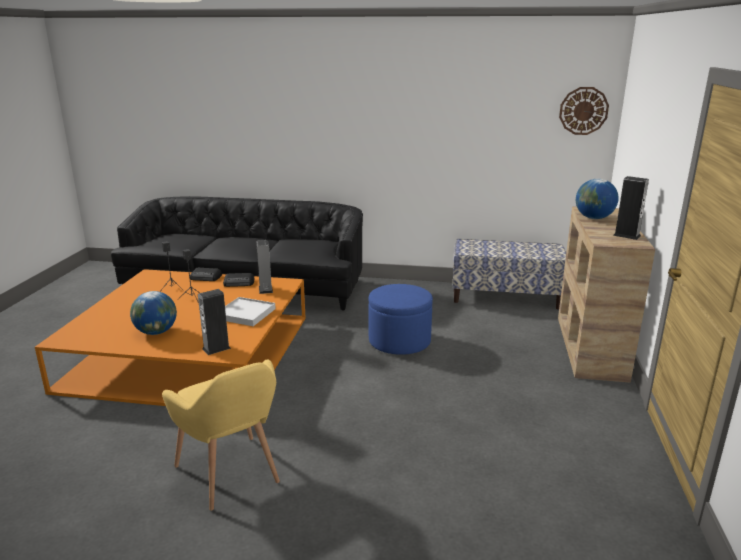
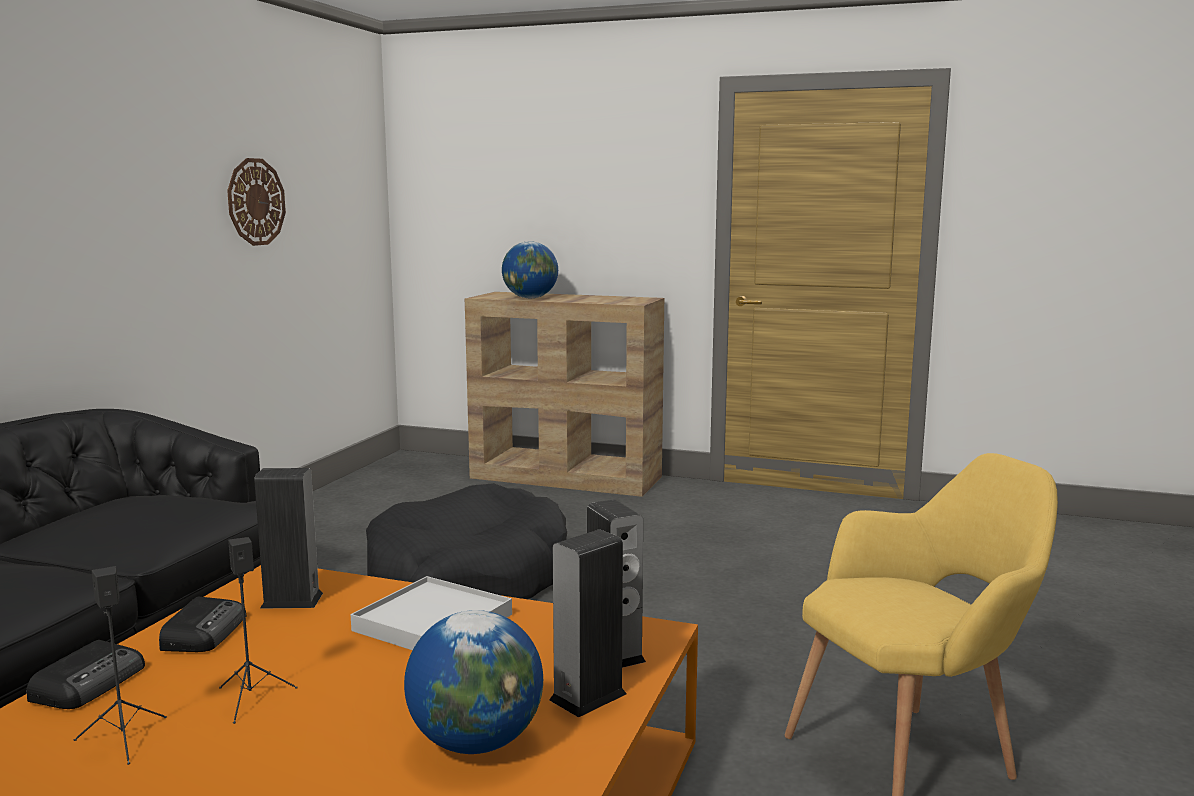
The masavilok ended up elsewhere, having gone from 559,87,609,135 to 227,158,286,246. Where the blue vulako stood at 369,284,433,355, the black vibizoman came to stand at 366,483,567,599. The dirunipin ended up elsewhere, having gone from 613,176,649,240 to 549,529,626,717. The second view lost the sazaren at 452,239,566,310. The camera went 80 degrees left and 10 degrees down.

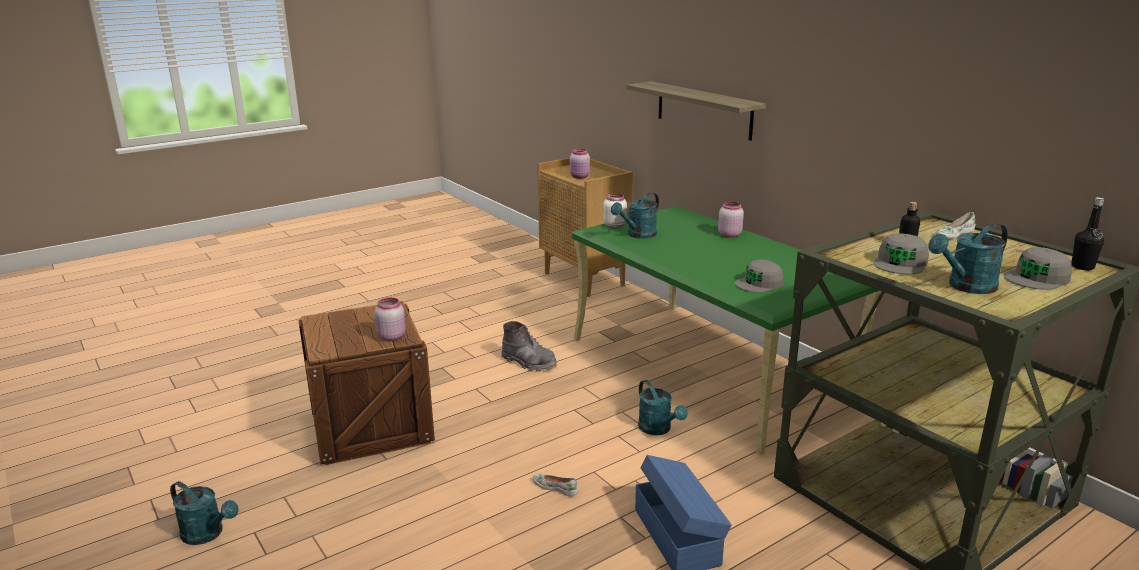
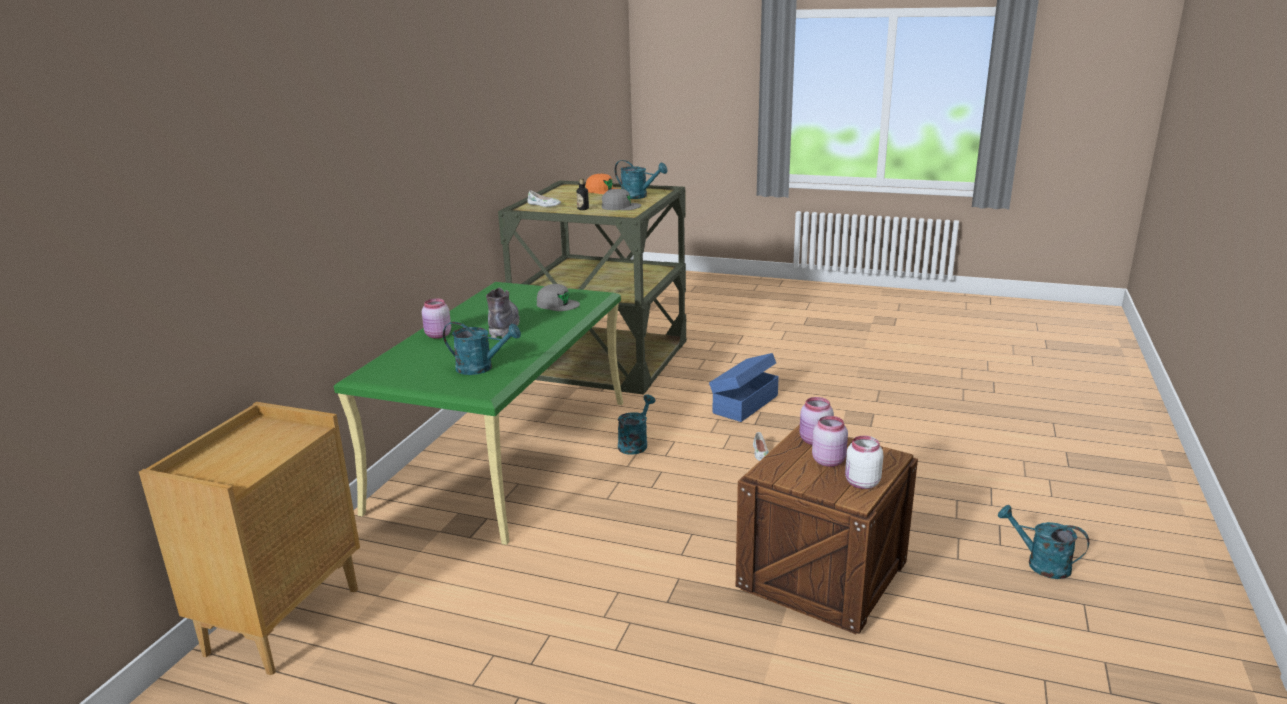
The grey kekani ended up elsewhere, having gone from 501,321,557,372 to 486,288,520,338. What was the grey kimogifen at 1004,247,1072,290 turned into the orange kimogifen at 585,174,619,194. The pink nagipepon ended up elsewhere, having gone from 570,149,590,179 to 812,416,848,467. The white nagipepon ended up elsewhere, having gone from 603,193,627,228 to 845,436,883,489. The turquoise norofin at 170,481,238,545 ended up facing another way, 45 degrees counterclockwise from before. The second view lost the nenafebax at 627,81,766,141. The second view lost the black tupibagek at 1071,197,1104,270. The camera went 125 degrees left and 0 degrees up.

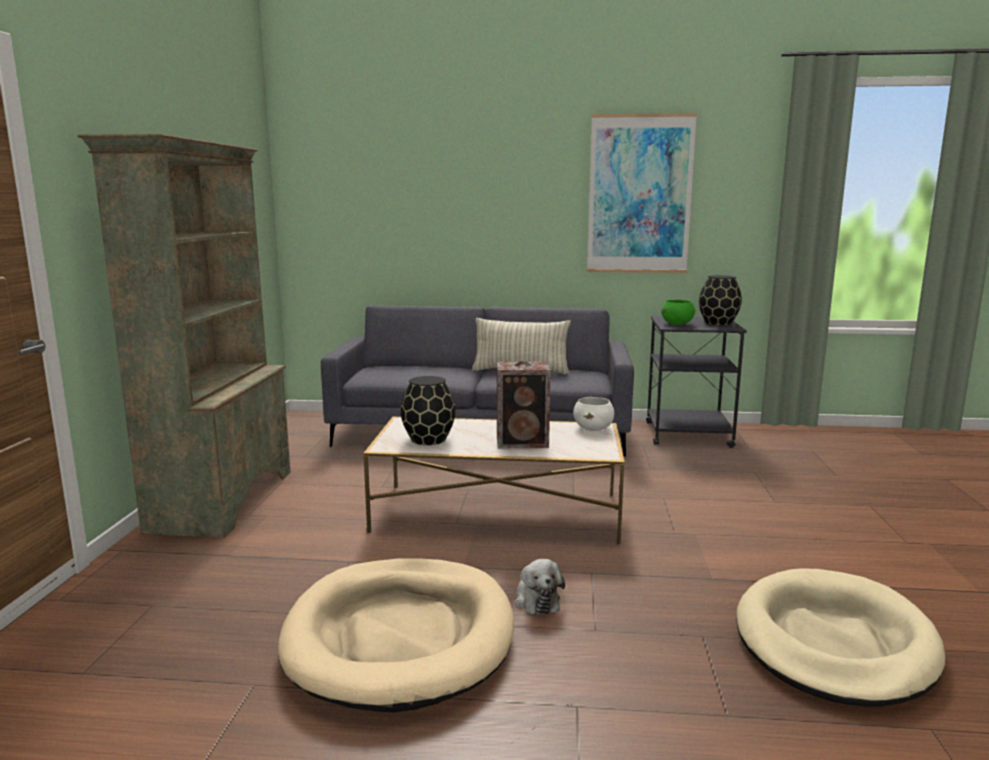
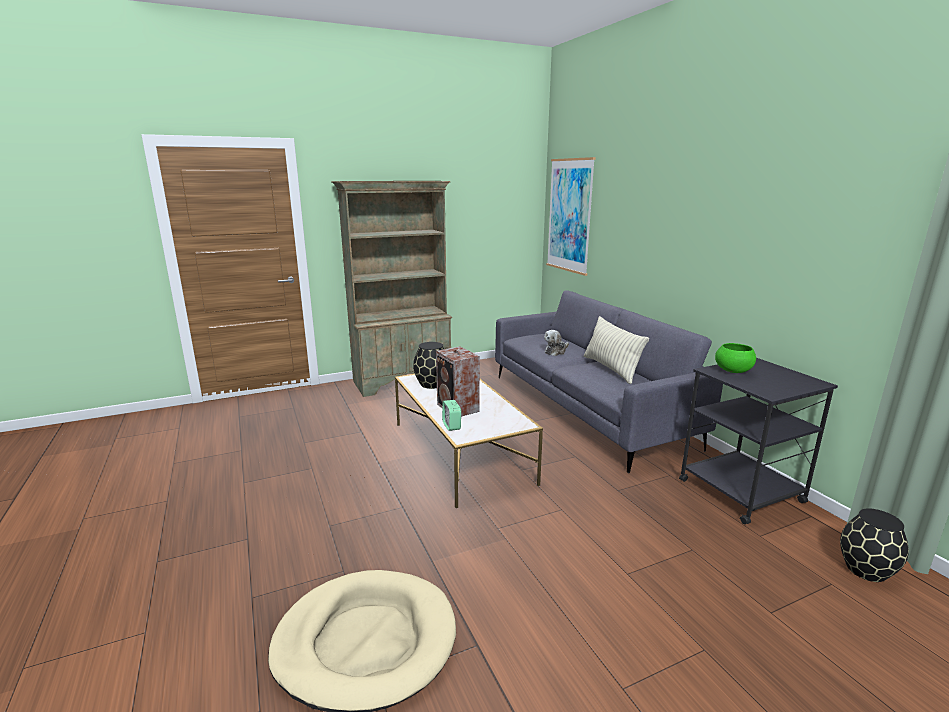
The second view gained the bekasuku at 442,400,461,431. The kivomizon ended up elsewhere, having gone from 515,559,565,615 to 544,330,569,356. The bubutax ended up elsewhere, having gone from 587,113,697,273 to 546,157,596,276. The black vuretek ended up elsewhere, having gone from 699,275,742,325 to 840,508,909,582. The second view lost the beige vibizoman at 278,558,514,712. The second view lost the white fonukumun at 573,397,614,431. The camera went 60 degrees right and 5 degrees up.

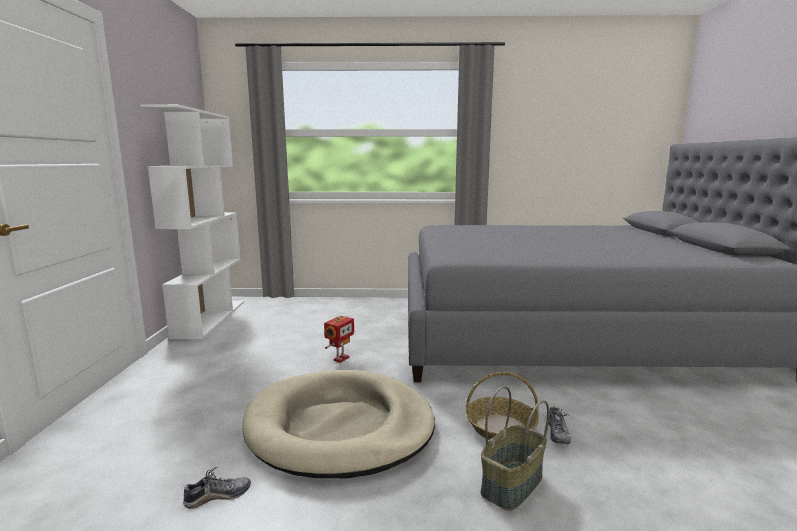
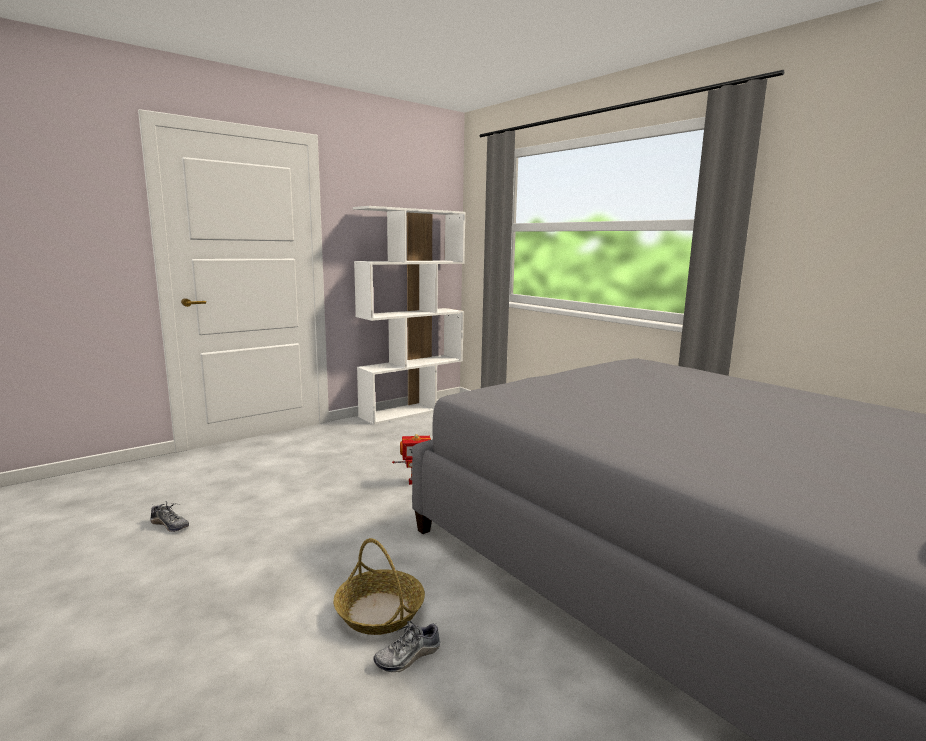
The second view lost the beige vibizoman at 242,370,435,478. The second view lost the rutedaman at 481,386,549,511. The camera went 50 degrees right and 0 degrees up.

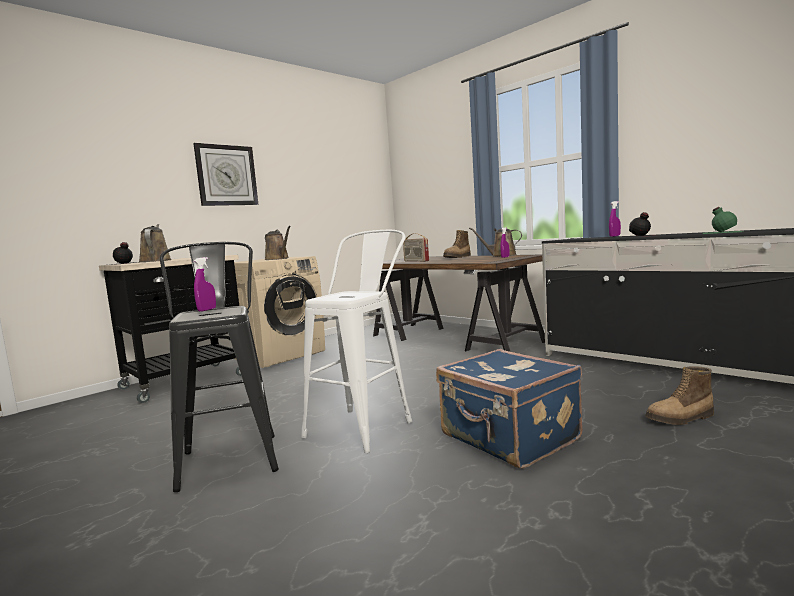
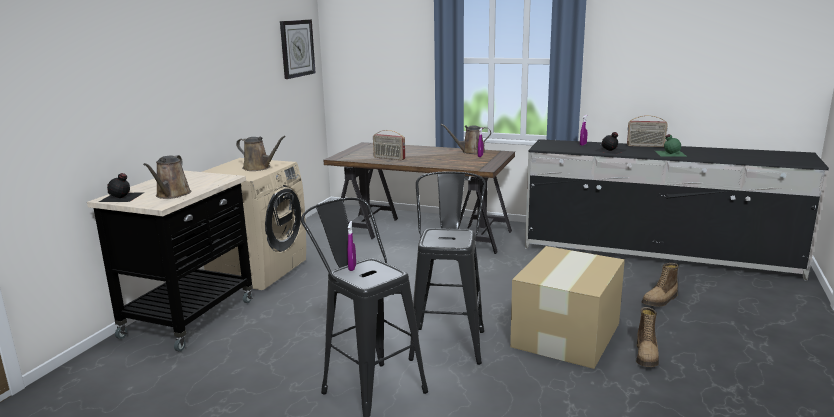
The brown norofin at 138,224,171,263 ended up facing another way, 135 degrees counterclockwise from before. The masavilok ended up elsewhere, having gone from 193,143,259,206 to 280,20,315,79. What was the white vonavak at 301,230,412,453 turned into the black vonavak at 408,171,486,365. Where the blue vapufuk stood at 436,349,582,469, the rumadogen came to stand at 510,246,625,369. The second view gained the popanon at 627,115,668,147. The kekani ended up elsewhere, having gone from 443,230,471,258 to 636,307,659,367. The camera went 25 degrees left and 10 degrees up.

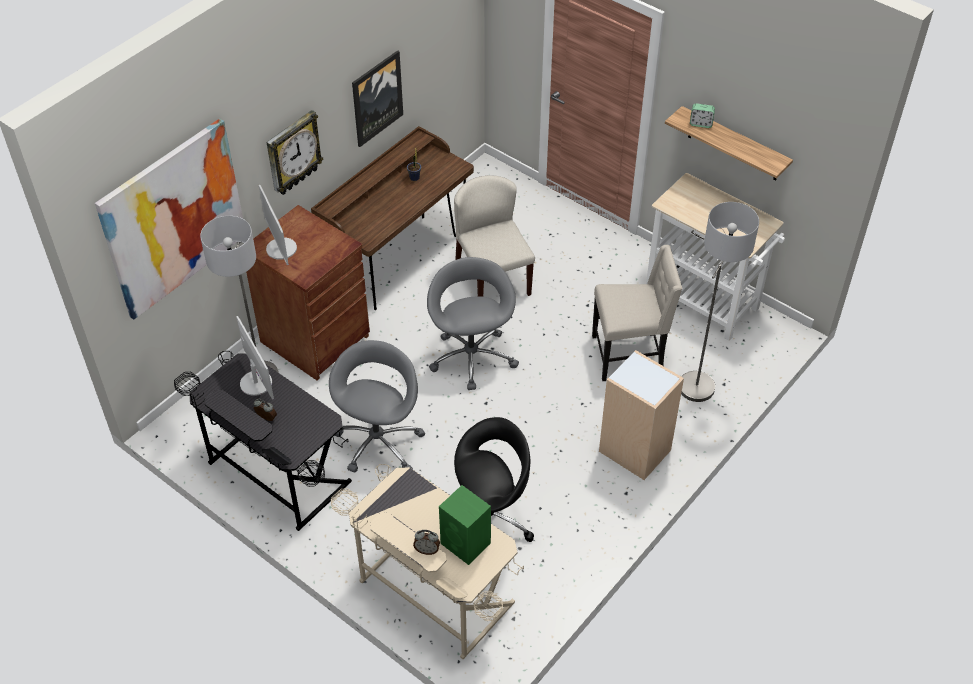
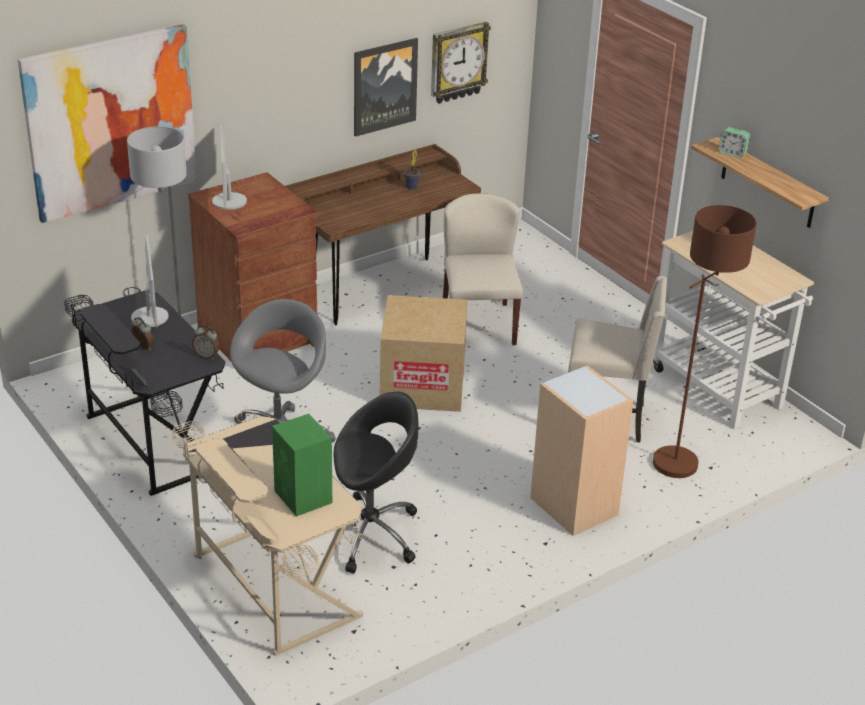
The bekasuku ended up elsewhere, having gone from 413,530,440,555 to 192,325,219,359. Where the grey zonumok stood at 427,257,519,390, the rumadogen came to stand at 380,295,468,412. The masavilok ended up elsewhere, having gone from 267,110,323,195 to 431,22,491,104. What was the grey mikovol at 681,202,759,402 turned into the brown mikovol at 653,205,756,478. The camera went 15 degrees right and 15 degrees down.

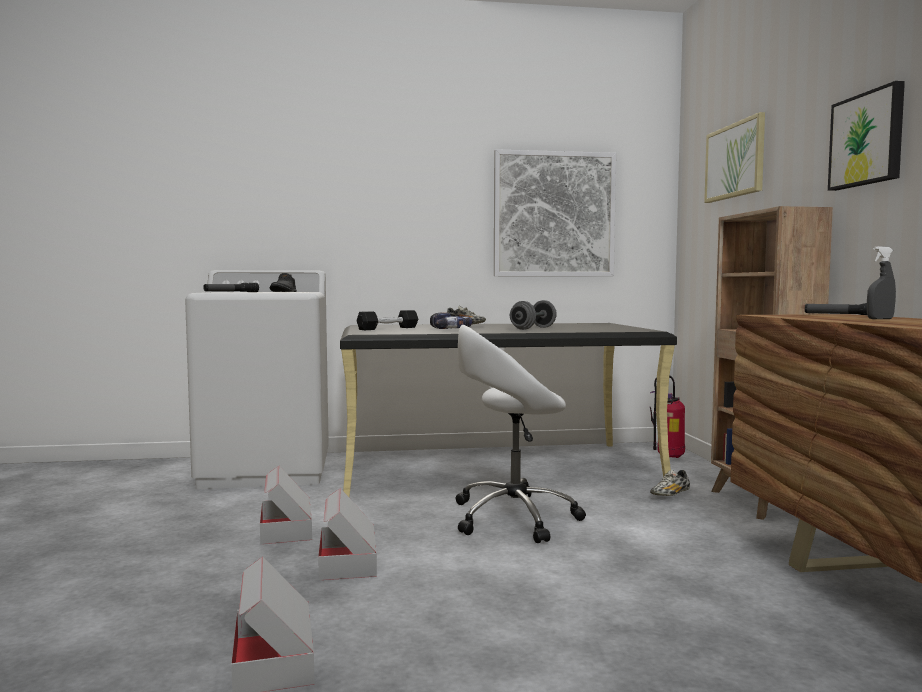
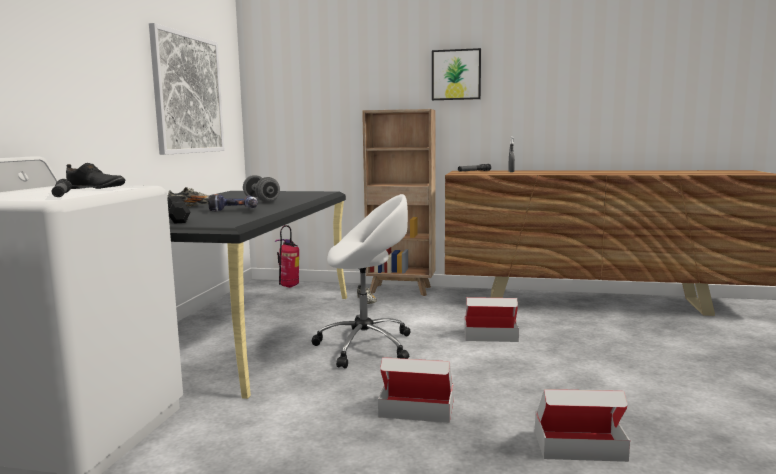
The white zonumok at 455,325,586,543 ended up facing another way, 105 degrees counterclockwise from before. The rumadogen ended up elsewhere, having gone from 260,466,312,544 to 464,297,519,342. The second view lost the bubutax at 704,112,765,203. The camera went 70 degrees left and 5 degrees up.

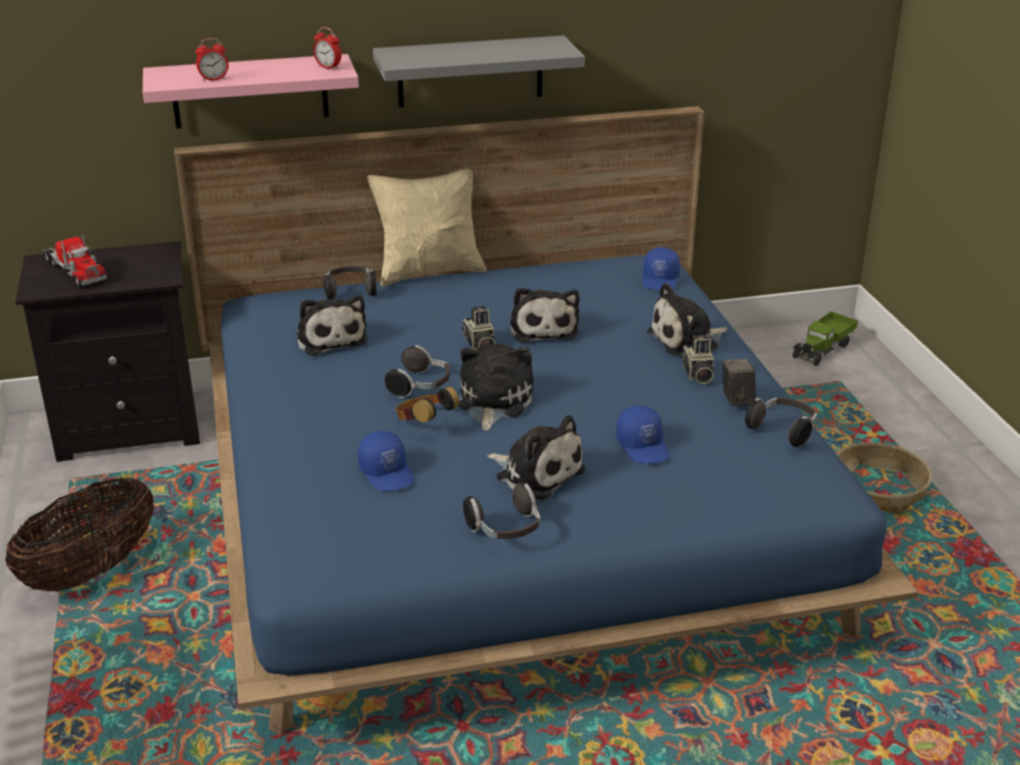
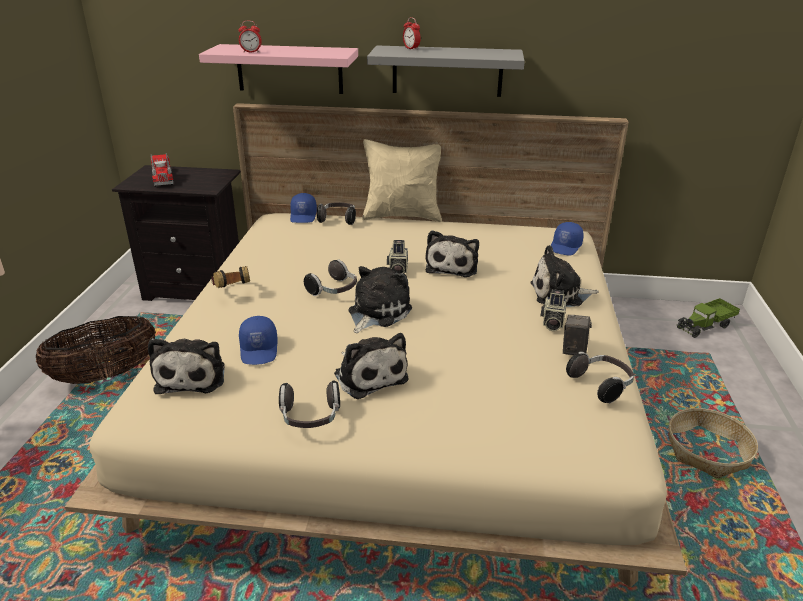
What was the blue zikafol at 174,106,918,735 turned into the beige zikafol at 65,103,687,587. The kivomizon ended up elsewhere, having gone from 296,295,368,356 to 148,338,225,394. The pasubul ended up elsewhere, having gone from 396,386,459,423 to 211,266,250,288. The blue kimogifen ended up elsewhere, having gone from 616,405,670,464 to 290,193,317,223. The bekasuku ended up elsewhere, having gone from 313,27,341,70 to 403,17,421,50. The camera went 20 degrees right and 0 degrees up.

